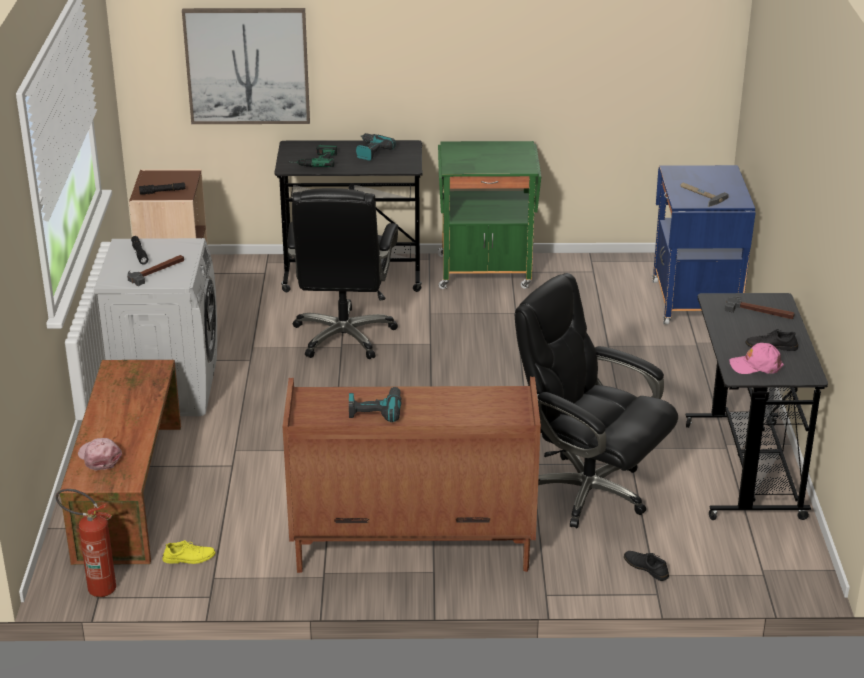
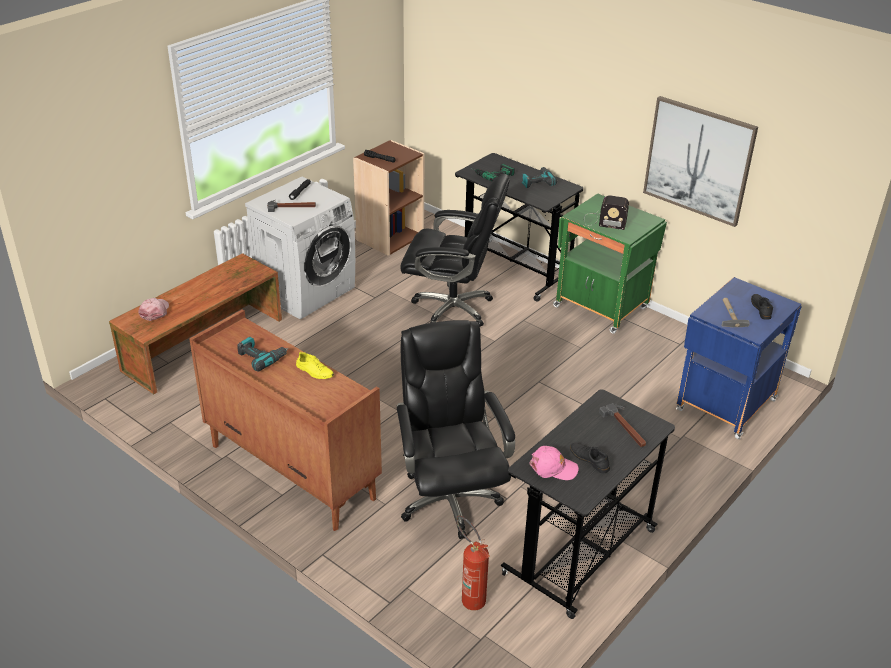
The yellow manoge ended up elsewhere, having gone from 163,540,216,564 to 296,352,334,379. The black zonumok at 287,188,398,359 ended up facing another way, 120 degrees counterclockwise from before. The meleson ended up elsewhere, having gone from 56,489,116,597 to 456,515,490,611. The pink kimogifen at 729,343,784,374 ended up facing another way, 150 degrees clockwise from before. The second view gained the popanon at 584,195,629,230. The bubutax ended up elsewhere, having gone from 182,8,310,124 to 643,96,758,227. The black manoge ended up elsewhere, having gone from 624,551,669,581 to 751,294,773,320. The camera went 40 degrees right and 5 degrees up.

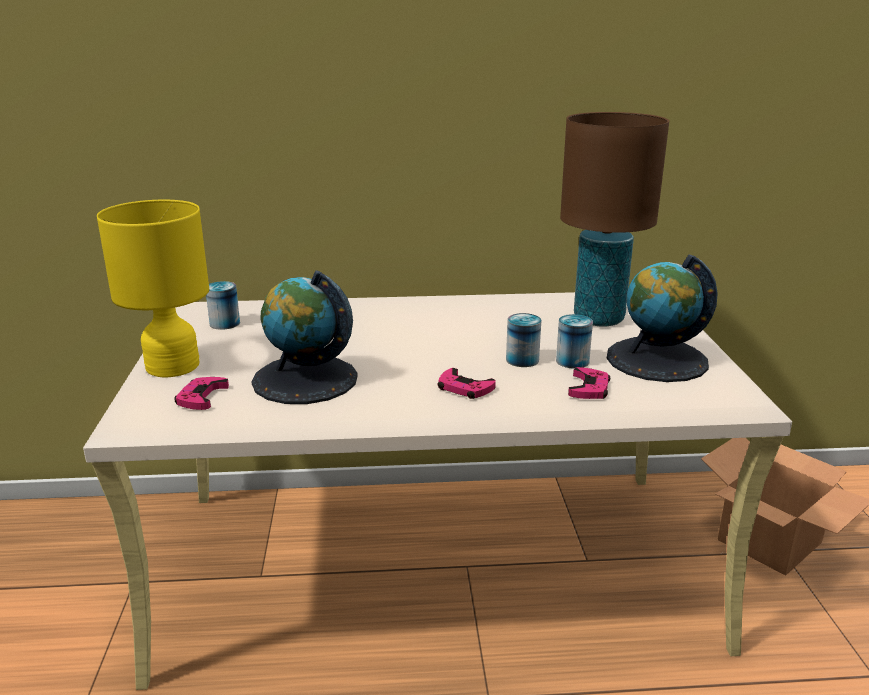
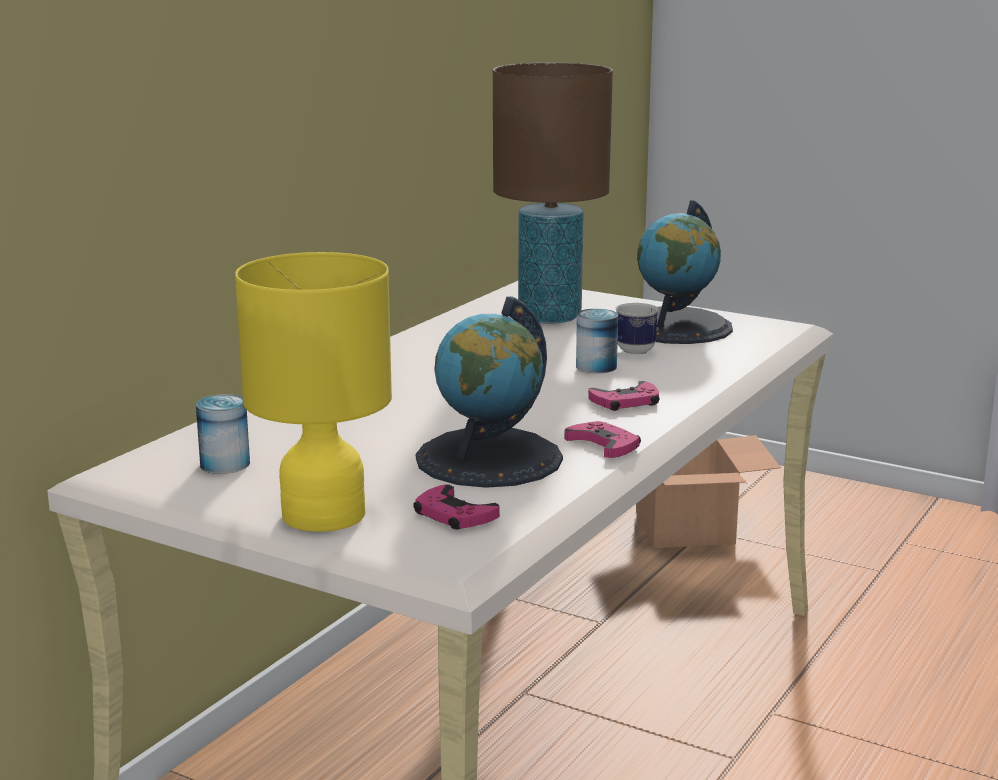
The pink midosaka ended up elsewhere, having gone from 568,367,610,399 to 564,421,641,458. Where the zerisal stood at 556,314,593,369, the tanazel came to stand at 616,303,659,355. The camera went 55 degrees left and 5 degrees down.

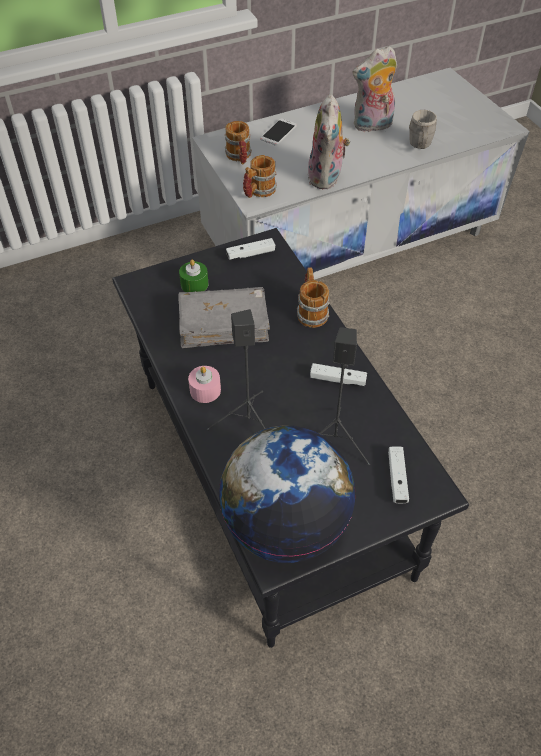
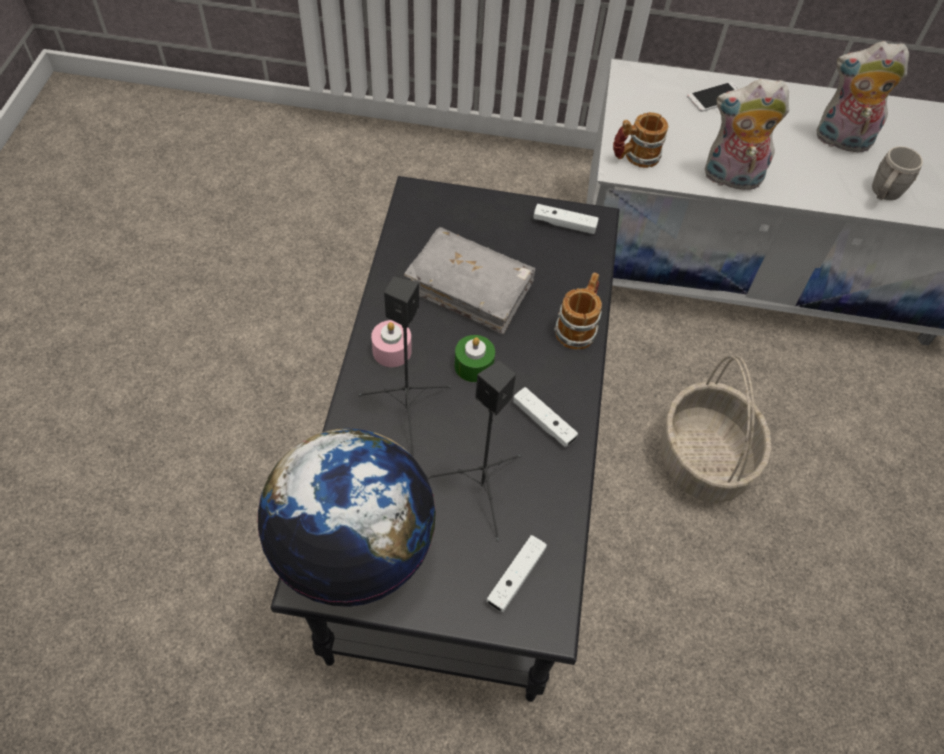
The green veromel ended up elsewhere, having gone from 179,259,208,292 to 455,335,495,382. The second view gained the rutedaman at 661,355,772,503. The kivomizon at 307,94,350,189 ended up facing another way, 60 degrees clockwise from before. The second view lost the tanazel at 225,121,252,164. The camera went 30 degrees right and 5 degrees up.

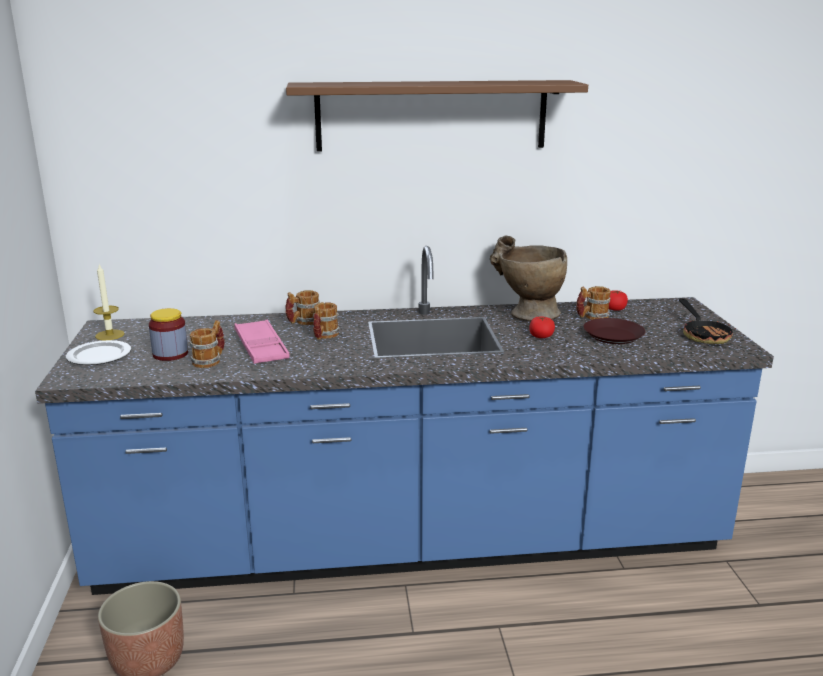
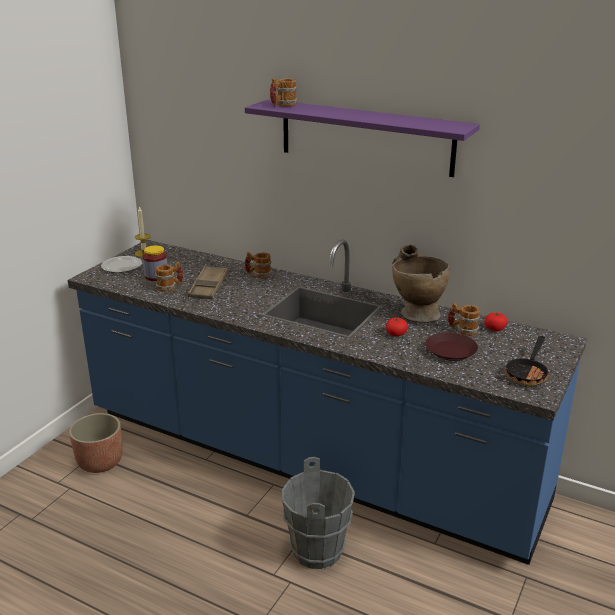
What was the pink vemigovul at 234,320,290,364 turned into the brown vemigovul at 188,265,228,299. What was the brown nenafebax at 286,80,588,152 turned into the purple nenafebax at 245,99,480,177. The tanazel ended up elsewhere, having gone from 313,302,340,340 to 270,78,297,107. The second view gained the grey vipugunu at 282,457,355,569. The camera went 35 degrees right and 5 degrees up.

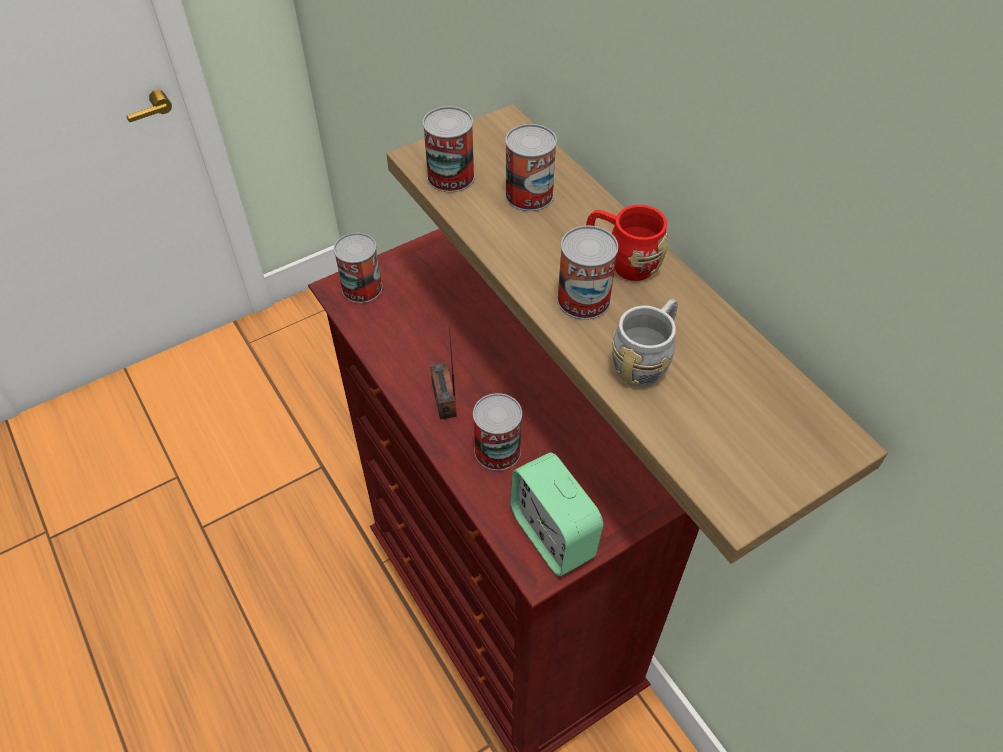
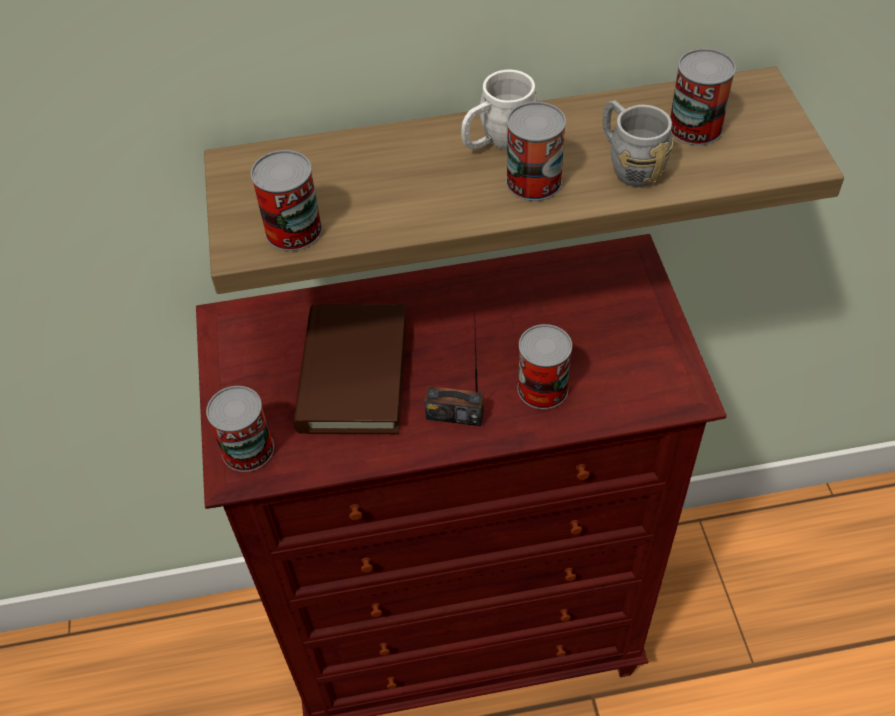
The second view gained the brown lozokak at 293,304,407,434. What was the red tanazel at 586,205,668,281 turned into the white tanazel at 461,70,538,149. The zerisal ended up elsewhere, having gone from 505,124,557,211 to 670,48,736,145. The second view lost the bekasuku at 510,453,603,576. The camera went 65 degrees left and 0 degrees up.

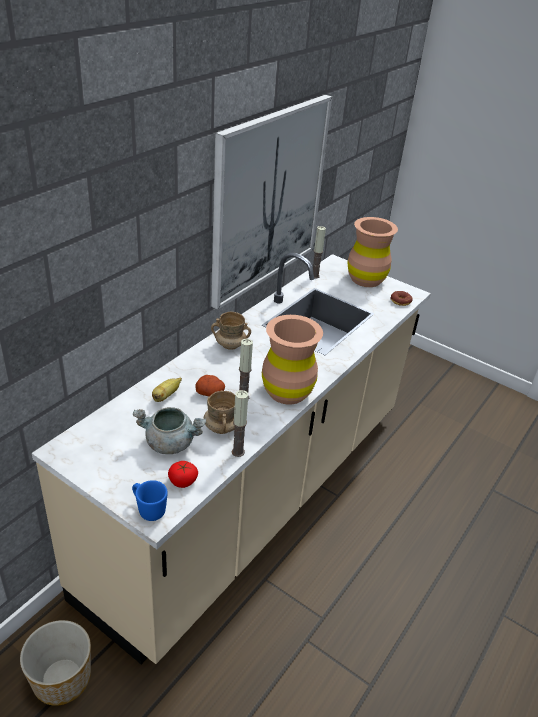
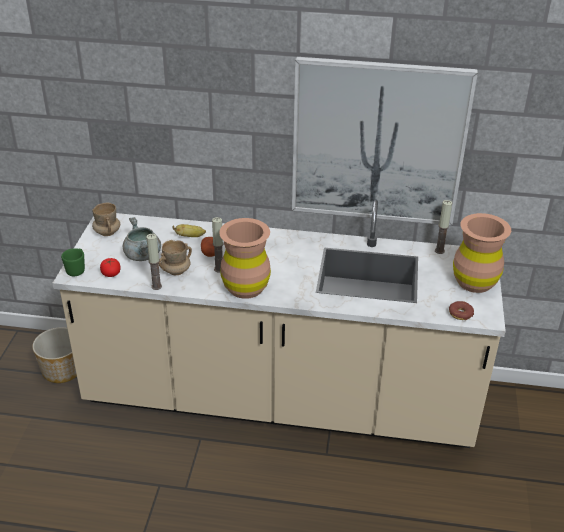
What was the blue tanazel at 132,480,168,521 turned into the green tanazel at 61,248,85,276. The beige tanazel ended up elsewhere, having gone from 211,312,251,350 to 92,203,120,236. The camera went 65 degrees right and 0 degrees up.

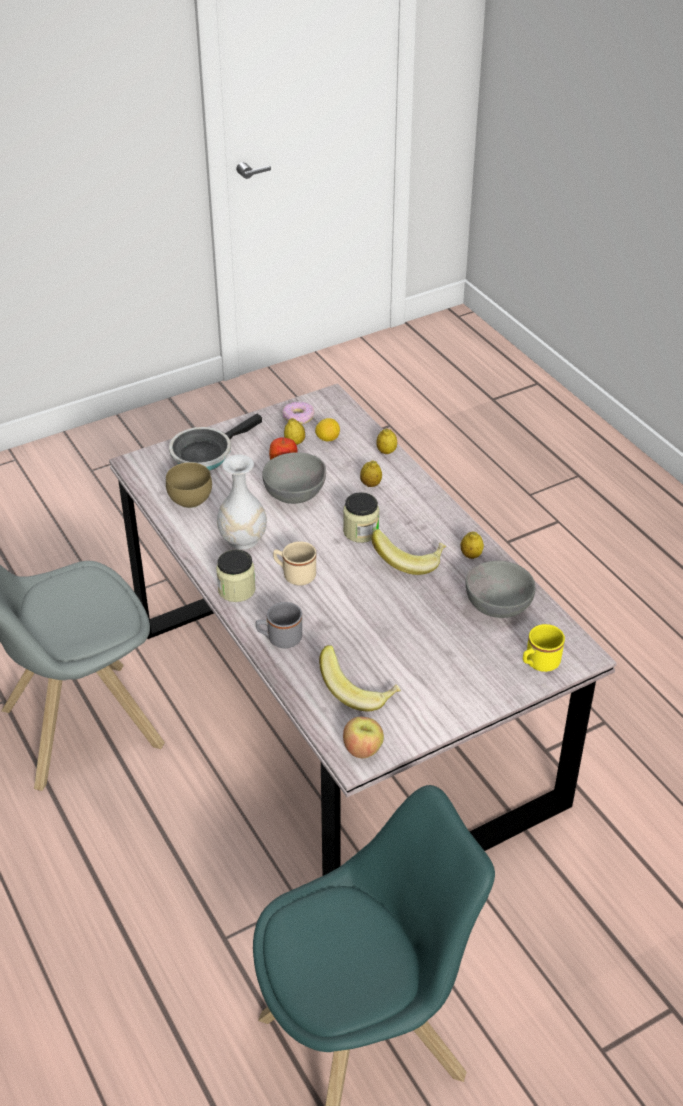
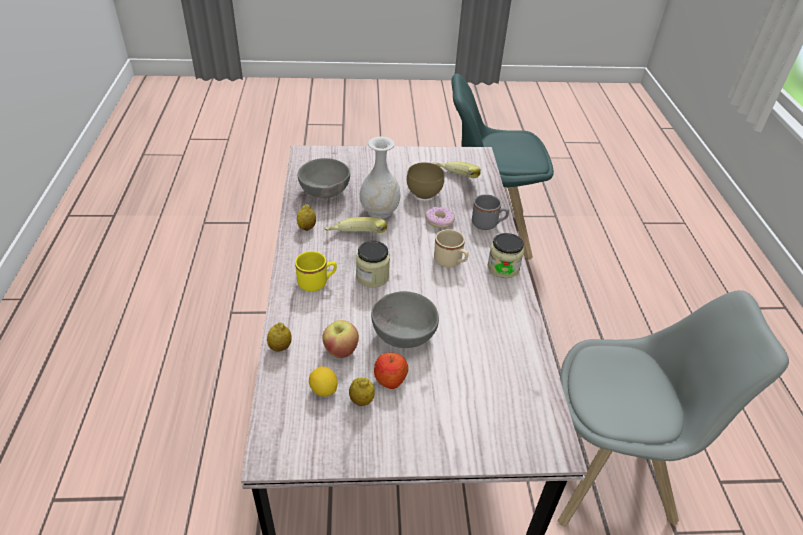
The yellow tanazel ended up elsewhere, having gone from 523,624,565,672 to 295,251,337,292. The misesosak ended up elsewhere, having gone from 343,717,384,758 to 322,320,359,358. The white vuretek ended up elsewhere, having gone from 217,455,267,550 to 360,136,400,219. The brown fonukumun ended up elsewhere, having gone from 166,462,212,508 to 407,162,444,199. The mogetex ended up elsewhere, having gone from 283,401,314,424 to 425,207,455,228. The second view lost the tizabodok at 169,414,262,470. The second view lost the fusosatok at 360,461,382,487. The camera went 155 degrees left and 0 degrees up.

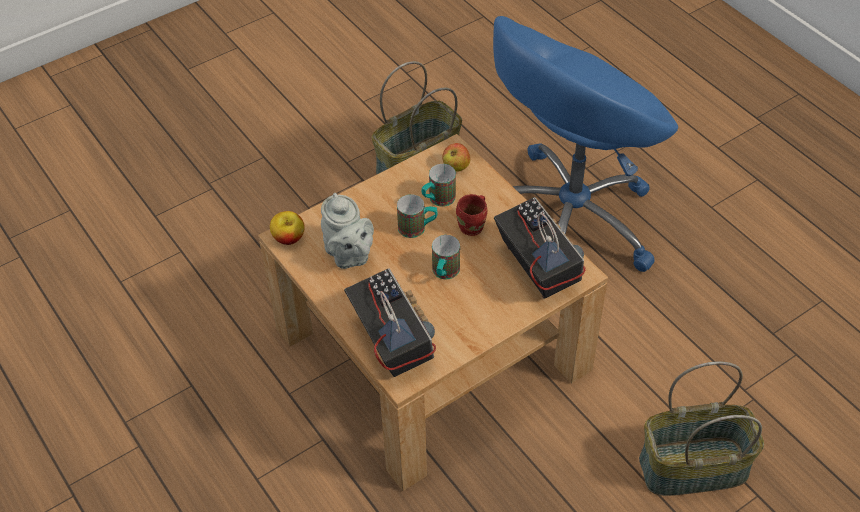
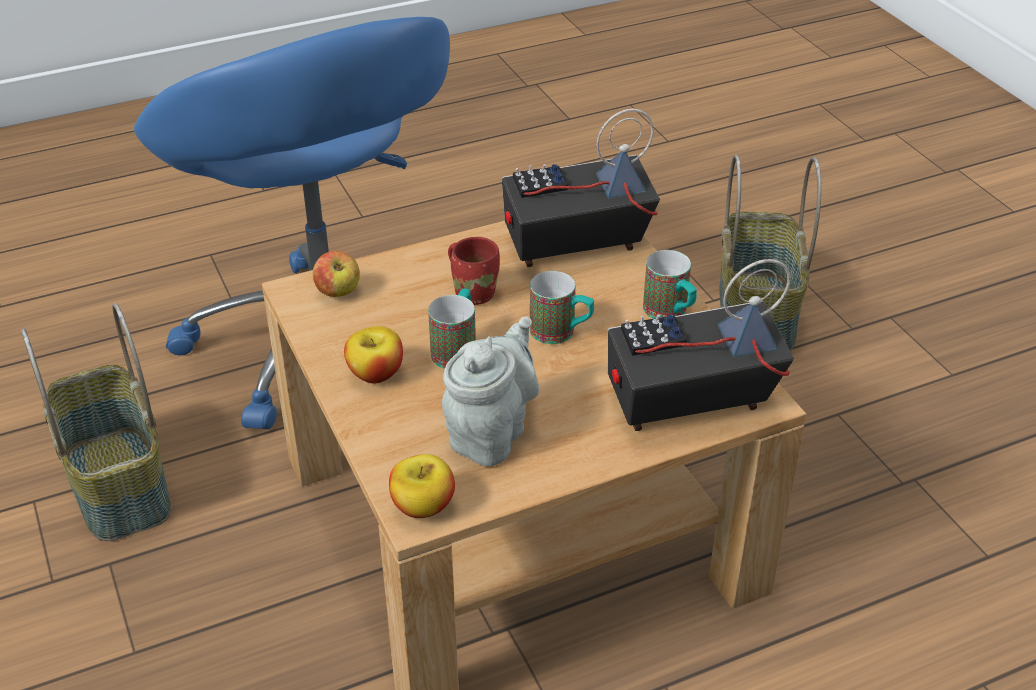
The second view gained the misesosak at 344,326,403,383. The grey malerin at 321,193,374,269 ended up facing another way, 45 degrees counterclockwise from before. The tanazel ended up elsewhere, having gone from 421,164,456,207 to 643,250,697,319. The camera went 80 degrees left and 10 degrees down.

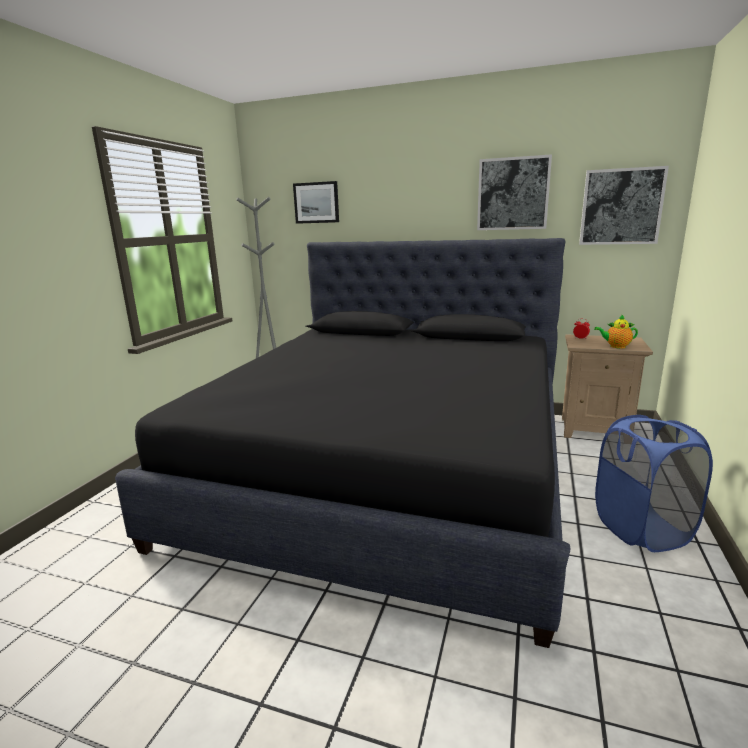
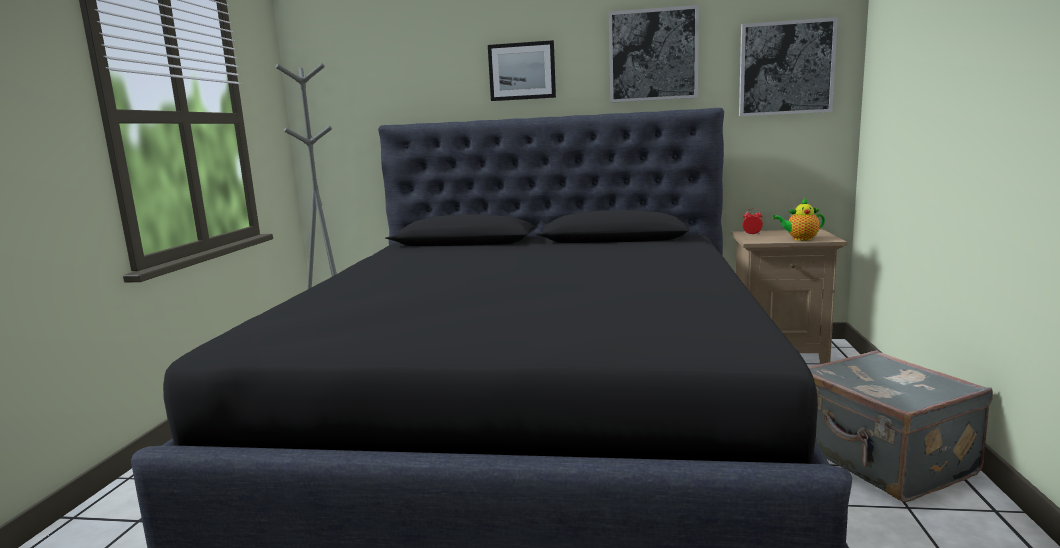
The bubutax ended up elsewhere, having gone from 293,181,339,224 to 488,40,556,101. Where the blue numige stood at 595,415,713,552, the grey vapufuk came to stand at 809,351,993,502. The camera went 10 degrees left and 5 degrees down.

